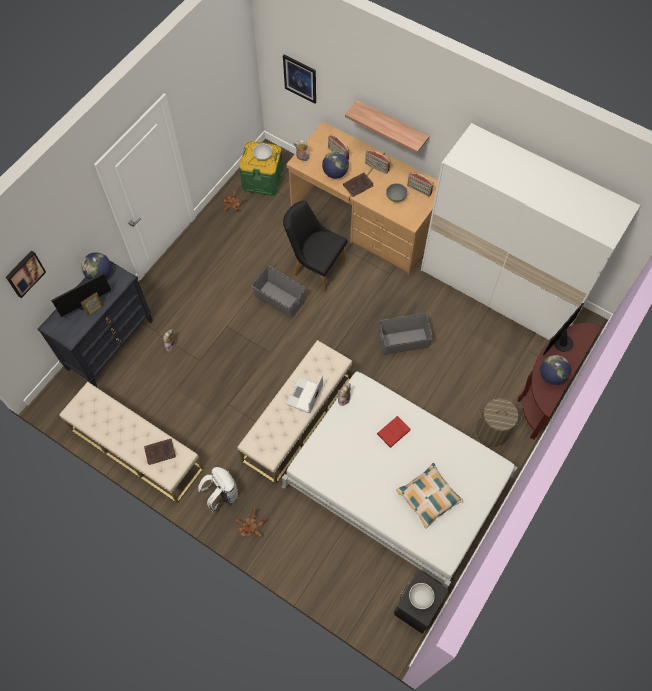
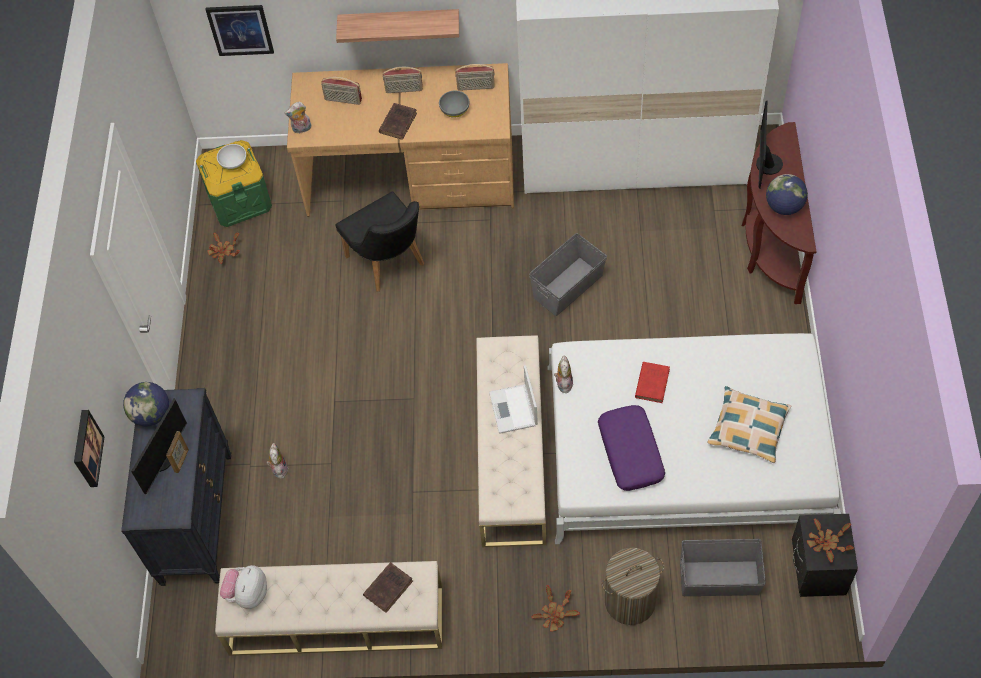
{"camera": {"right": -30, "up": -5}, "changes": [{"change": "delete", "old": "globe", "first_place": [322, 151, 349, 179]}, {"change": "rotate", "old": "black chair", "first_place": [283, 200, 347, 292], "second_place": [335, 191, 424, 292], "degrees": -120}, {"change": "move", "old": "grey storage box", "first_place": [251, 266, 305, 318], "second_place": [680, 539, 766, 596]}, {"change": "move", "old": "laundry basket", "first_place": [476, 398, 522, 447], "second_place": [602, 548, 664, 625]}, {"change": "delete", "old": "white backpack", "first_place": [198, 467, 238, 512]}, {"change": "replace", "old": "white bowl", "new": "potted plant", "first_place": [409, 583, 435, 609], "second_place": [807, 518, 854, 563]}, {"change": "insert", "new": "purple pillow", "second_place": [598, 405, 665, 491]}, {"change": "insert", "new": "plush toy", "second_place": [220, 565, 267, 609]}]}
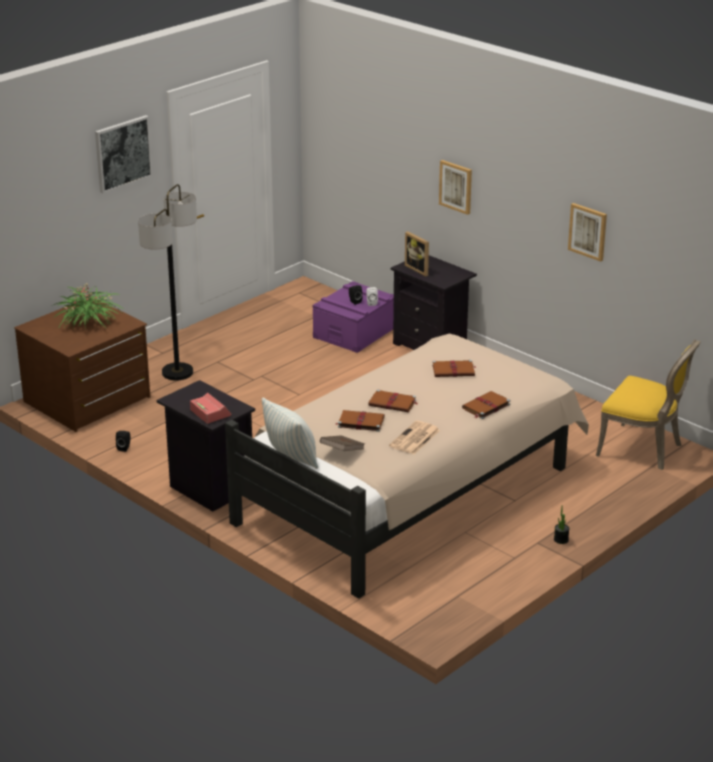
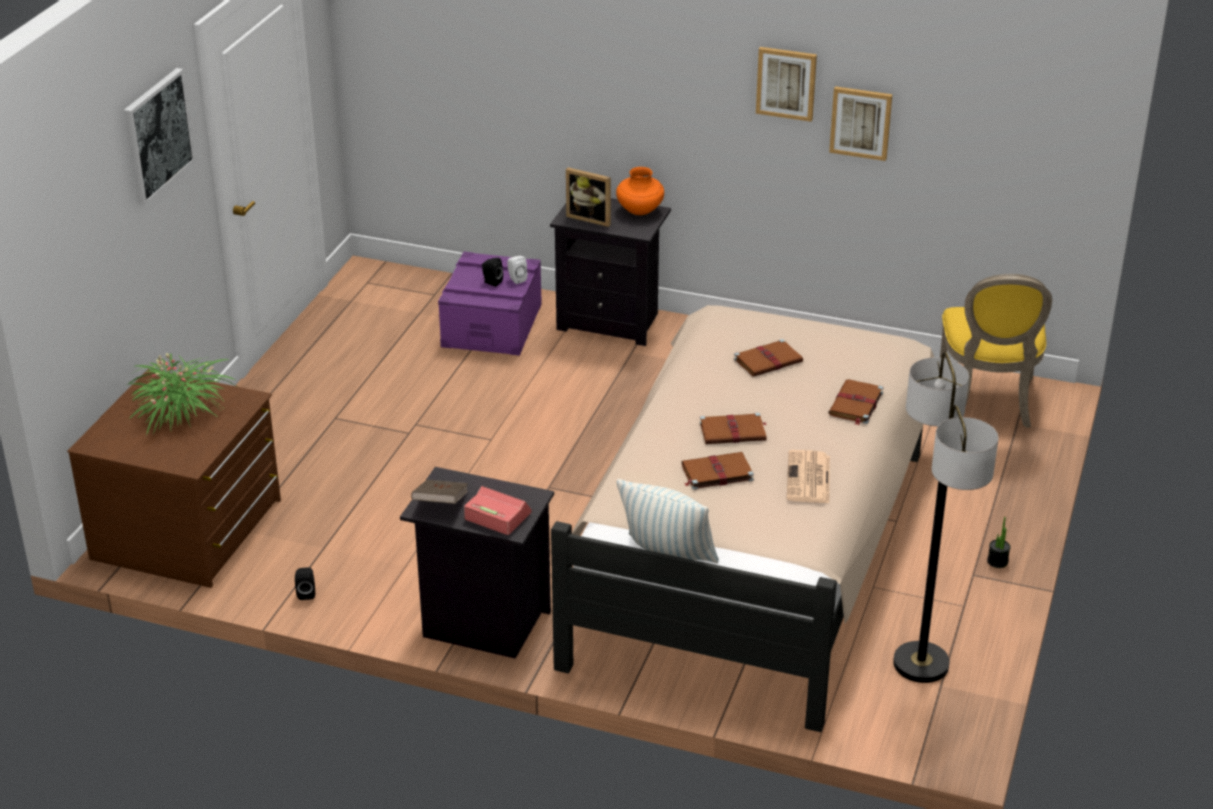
{"camera": {"right": -25, "up": 5}, "changes": [{"change": "move", "old": "picture", "first_place": [439, 160, 472, 215], "second_place": [756, 47, 817, 122]}, {"change": "move", "old": "floor lamp", "first_place": [138, 184, 197, 381], "second_place": [893, 352, 999, 683]}, {"change": "rotate", "old": "yellow chair", "first_place": [596, 339, 701, 470], "second_place": [940, 274, 1052, 428], "degrees": 90}, {"change": "move", "old": "brown book", "first_place": [320, 435, 365, 451], "second_place": [411, 480, 468, 504]}, {"change": "insert", "new": "orange vase", "second_place": [616, 167, 664, 215]}]}
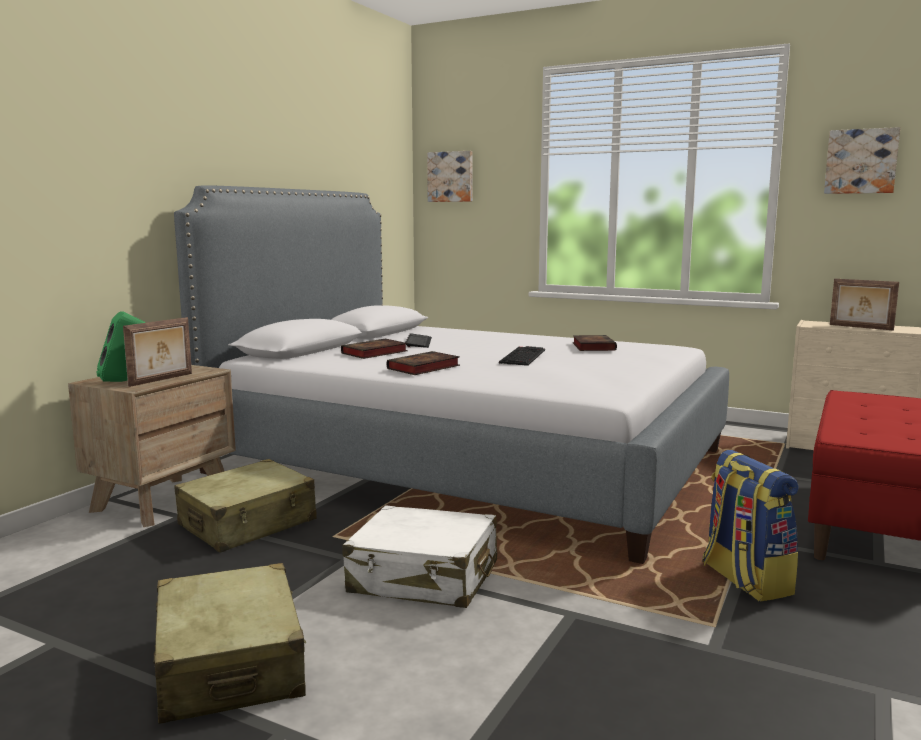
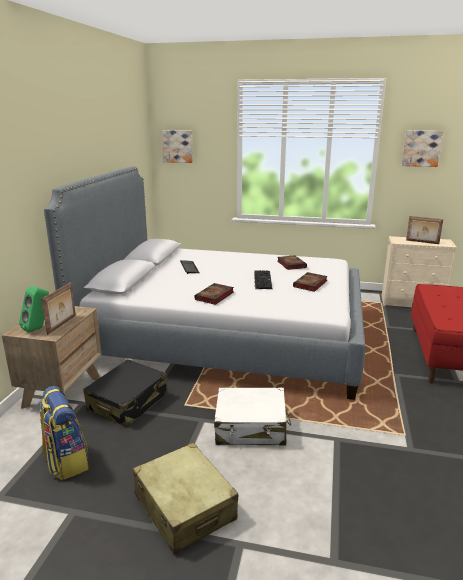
{"camera": {"right": -15, "up": 10}, "changes": [{"change": "move", "old": "book", "first_place": [341, 338, 408, 359], "second_place": [293, 272, 328, 292]}, {"change": "move", "old": "backpack", "first_place": [702, 450, 799, 601], "second_place": [40, 386, 89, 480]}, {"change": "recolor", "old": "beige suitcase", "new": "black suitcase", "first_place": [174, 459, 317, 553], "second_place": [83, 359, 168, 428]}]}
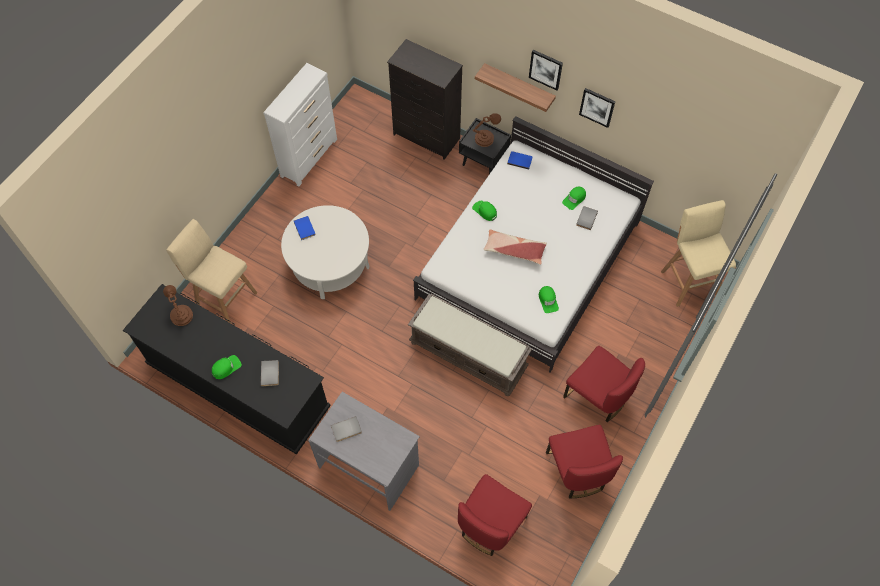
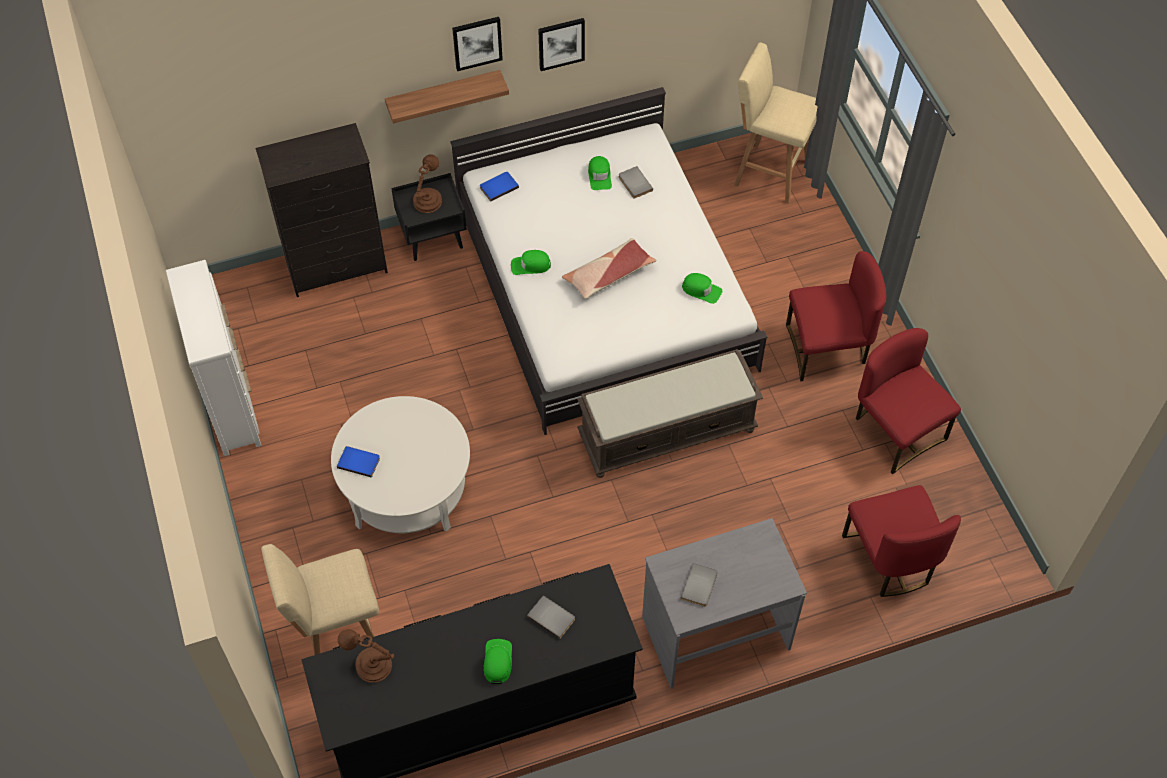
{"camera": {"right": -50, "up": -5}, "changes": [{"change": "rotate", "old": "red chair", "first_place": [546, 425, 623, 498], "second_place": [856, 328, 961, 474], "degrees": -150}]}
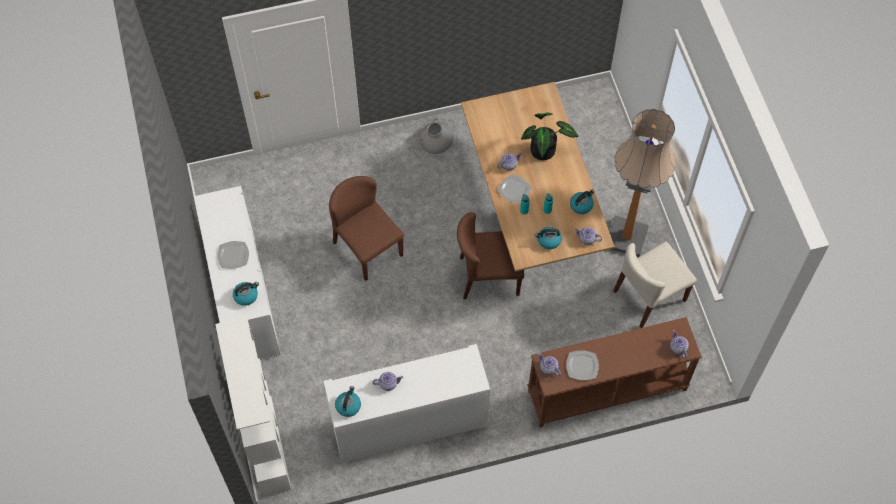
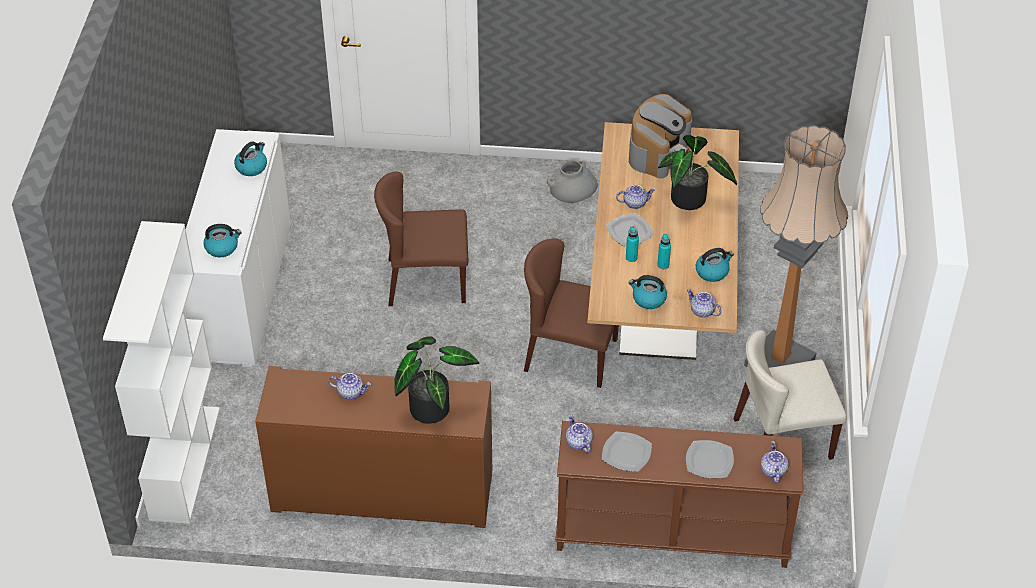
{"camera": {"right": 20, "up": -15}, "changes": [{"change": "rotate", "old": "brown chair", "first_place": [329, 176, 404, 281], "second_place": [374, 172, 468, 306], "degrees": -75}, {"change": "move", "old": "plate", "first_place": [217, 241, 249, 269], "second_place": [686, 440, 734, 478]}, {"change": "recolor", "old": "white cabinet", "new": "brown cabinet", "first_place": [324, 344, 490, 463], "second_place": [255, 366, 492, 528]}, {"change": "move", "old": "kettle", "first_place": [335, 386, 361, 417], "second_place": [234, 142, 267, 176]}, {"change": "insert", "new": "coffee machine", "second_place": [629, 94, 692, 179]}, {"change": "insert", "new": "potted plant", "second_place": [394, 337, 479, 424]}]}
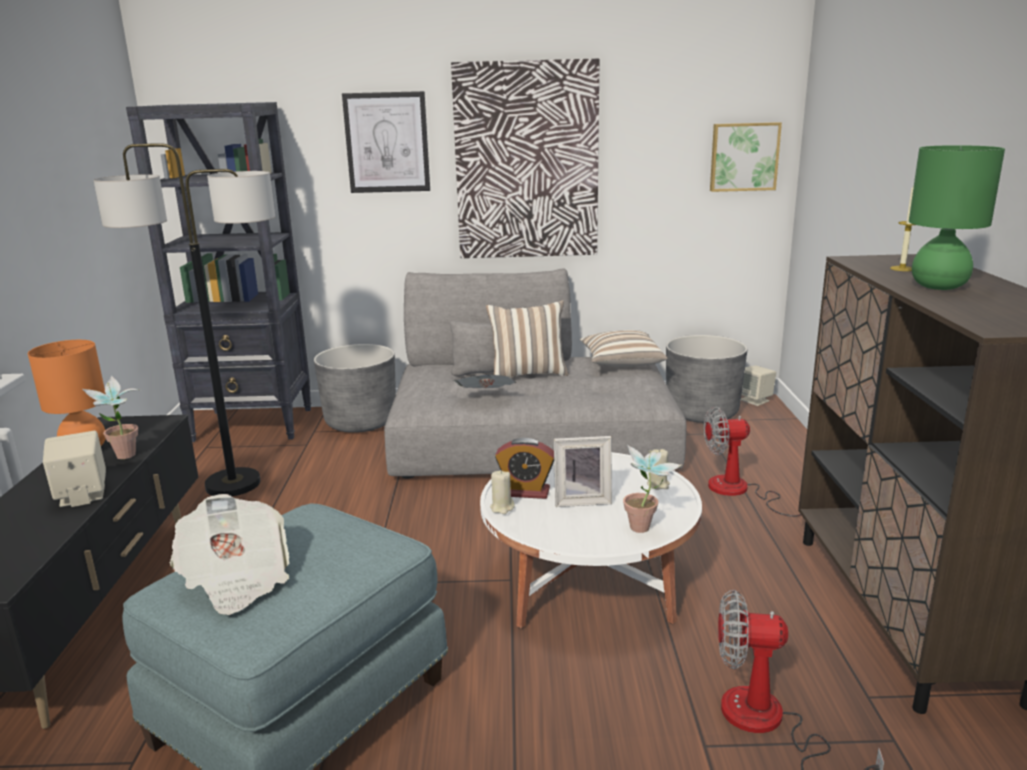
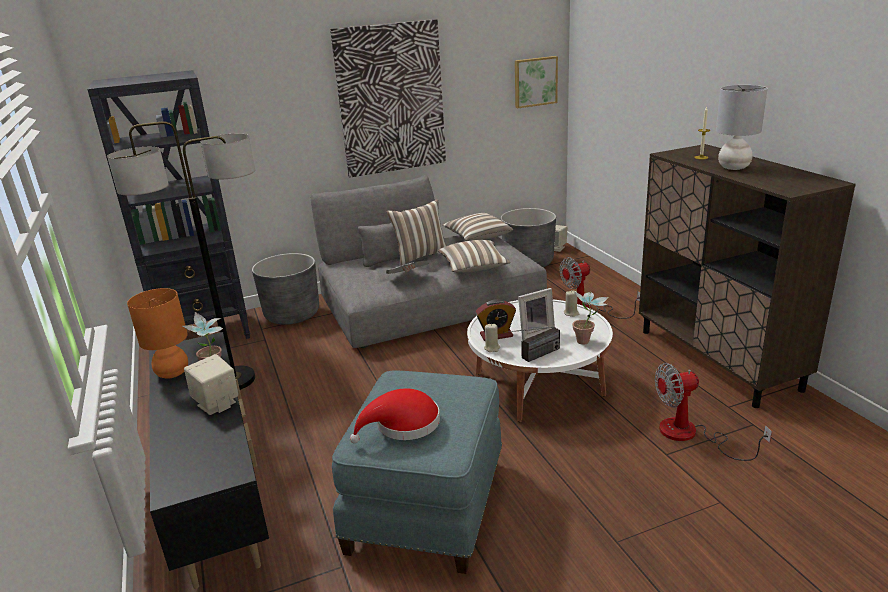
{"camera": {"right": -20, "up": 5}, "changes": [{"change": "delete", "old": "picture", "first_place": [342, 91, 430, 193]}, {"change": "recolor", "old": "green table lamp", "new": "grey table lamp", "first_place": [909, 145, 1005, 290], "second_place": [716, 85, 768, 170]}, {"change": "replace", "old": "newspaper", "new": "red hat", "first_place": [170, 494, 289, 615], "second_place": [350, 388, 440, 443]}, {"change": "insert", "new": "pillow", "second_place": [438, 240, 511, 272]}, {"change": "insert", "new": "radio", "second_place": [503, 326, 560, 362]}]}
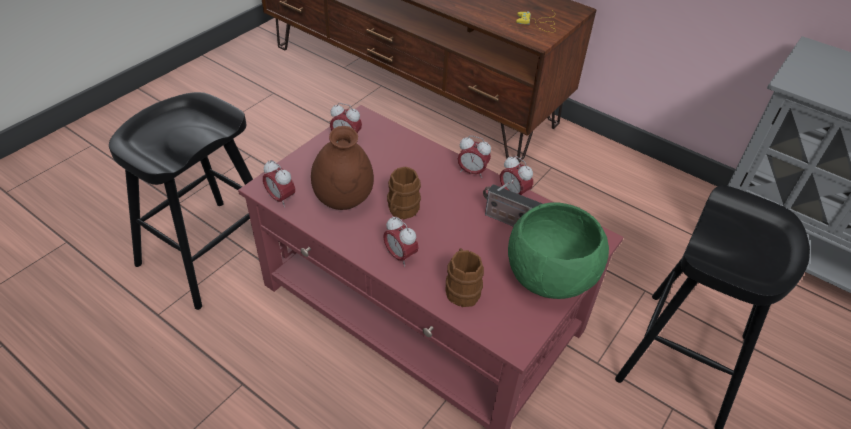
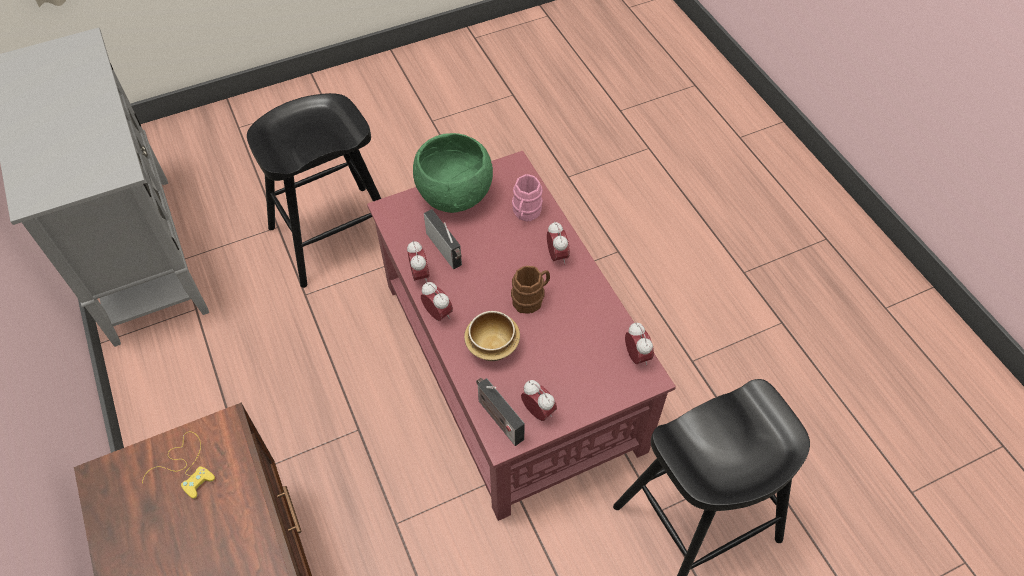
{"camera": {"right": -150, "up": 10}, "changes": [{"change": "delete", "old": "brown vase", "first_place": [311, 126, 374, 210]}, {"change": "recolor", "old": "brown mug", "new": "pink mug", "first_place": [445, 248, 484, 307], "second_place": [512, 174, 543, 222]}, {"change": "insert", "new": "bowl", "second_place": [464, 311, 520, 361]}, {"change": "insert", "new": "radio", "second_place": [476, 378, 525, 446]}]}
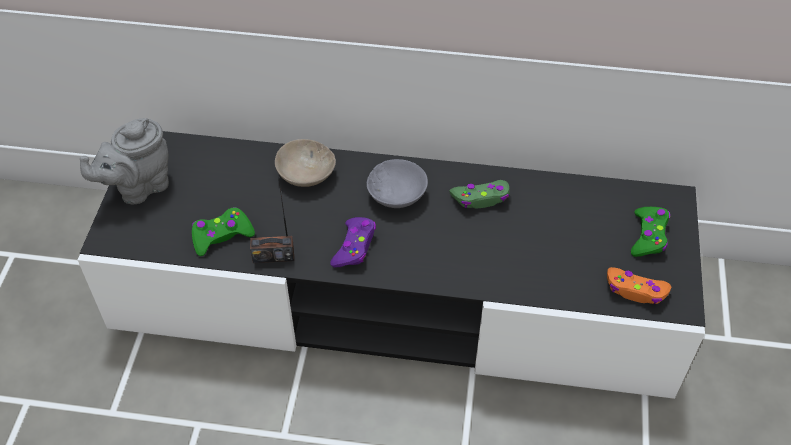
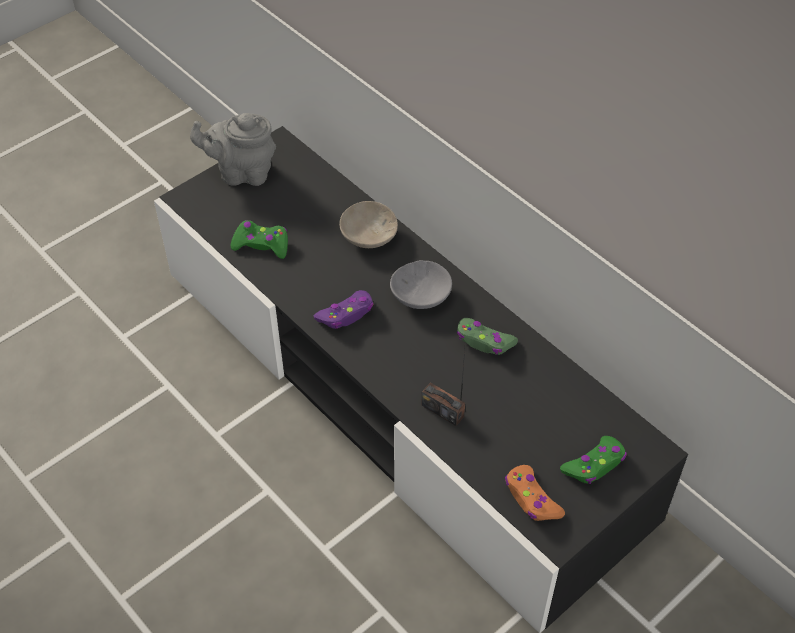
{"camera": {"right": 40, "up": 0}, "changes": [{"change": "move", "old": "radio", "first_place": [250, 177, 294, 263], "second_place": [421, 349, 465, 426]}]}
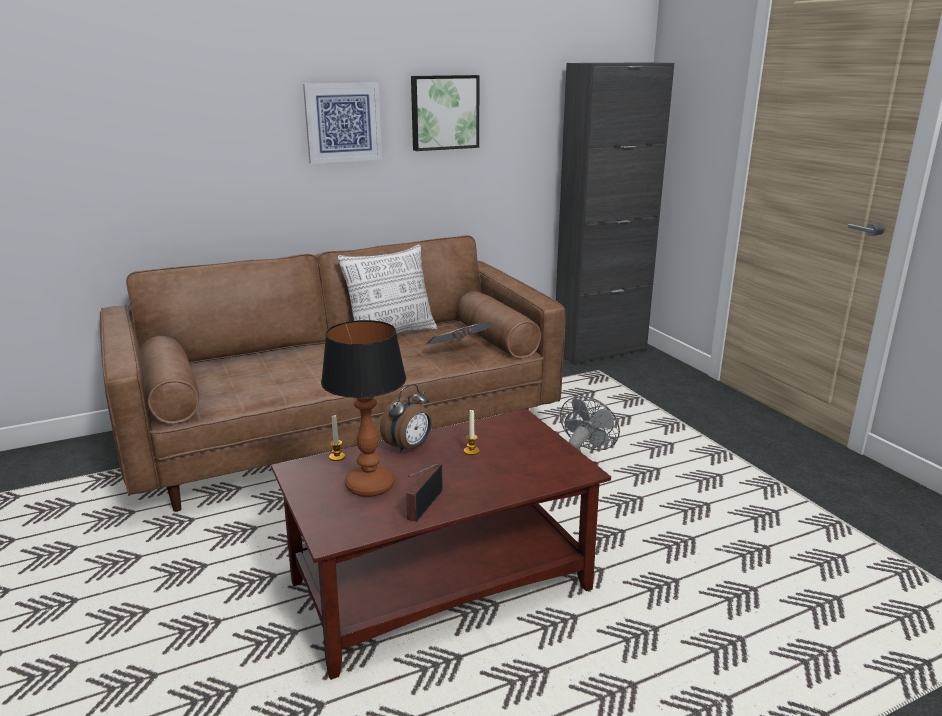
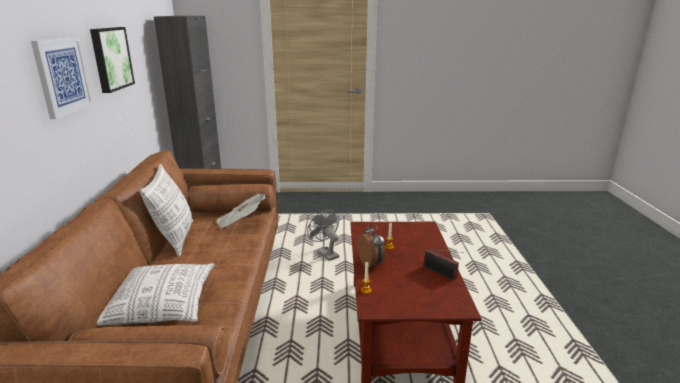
{"camera": {"right": -65, "up": 0}, "changes": [{"change": "delete", "old": "table lamp", "first_place": [321, 320, 406, 497]}, {"change": "insert", "new": "pillow", "second_place": [97, 263, 215, 326]}]}
